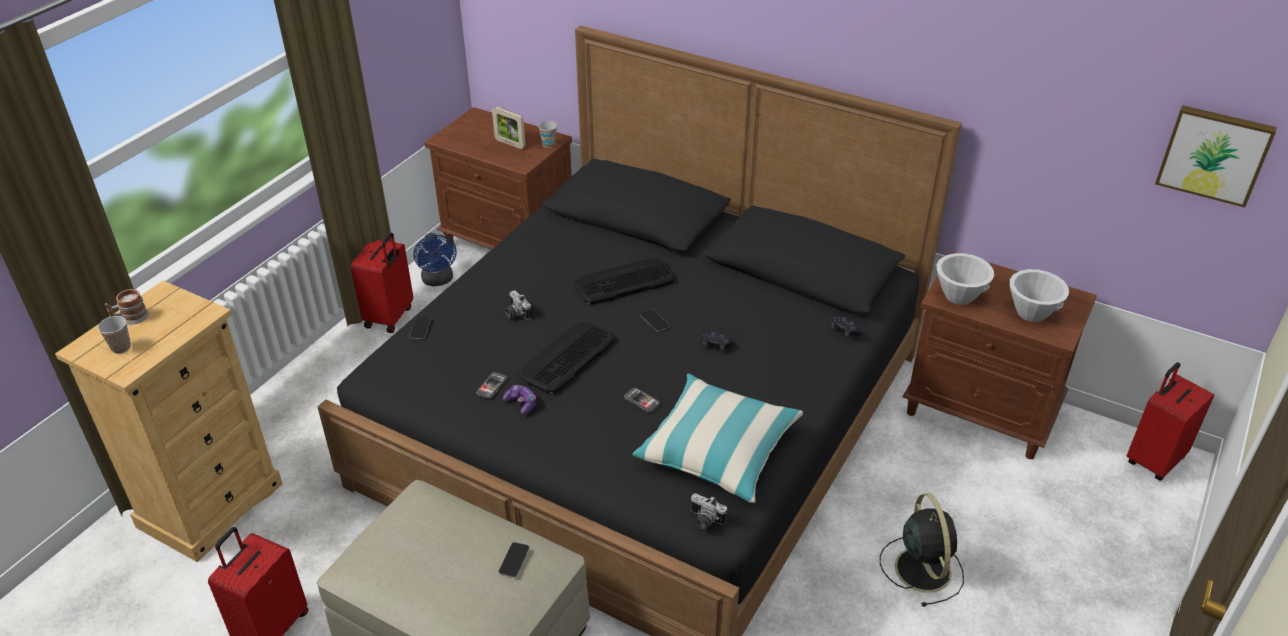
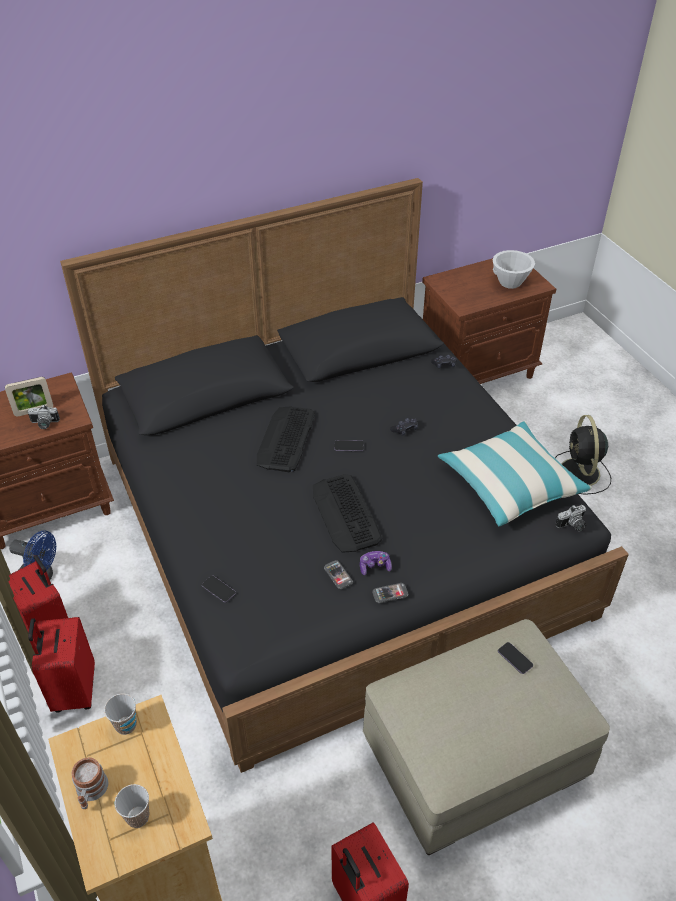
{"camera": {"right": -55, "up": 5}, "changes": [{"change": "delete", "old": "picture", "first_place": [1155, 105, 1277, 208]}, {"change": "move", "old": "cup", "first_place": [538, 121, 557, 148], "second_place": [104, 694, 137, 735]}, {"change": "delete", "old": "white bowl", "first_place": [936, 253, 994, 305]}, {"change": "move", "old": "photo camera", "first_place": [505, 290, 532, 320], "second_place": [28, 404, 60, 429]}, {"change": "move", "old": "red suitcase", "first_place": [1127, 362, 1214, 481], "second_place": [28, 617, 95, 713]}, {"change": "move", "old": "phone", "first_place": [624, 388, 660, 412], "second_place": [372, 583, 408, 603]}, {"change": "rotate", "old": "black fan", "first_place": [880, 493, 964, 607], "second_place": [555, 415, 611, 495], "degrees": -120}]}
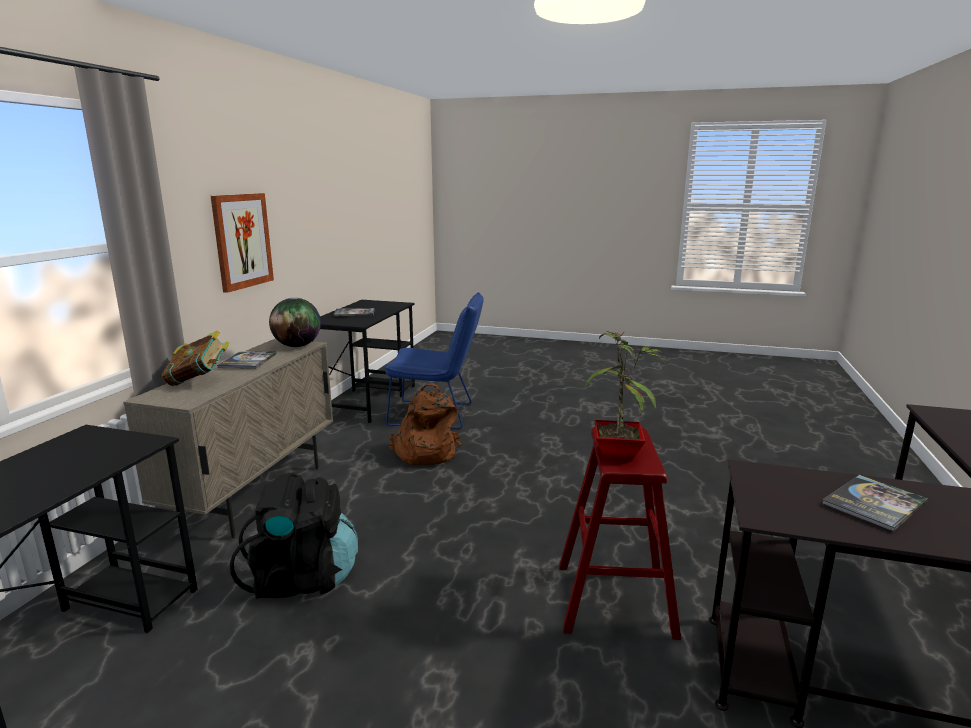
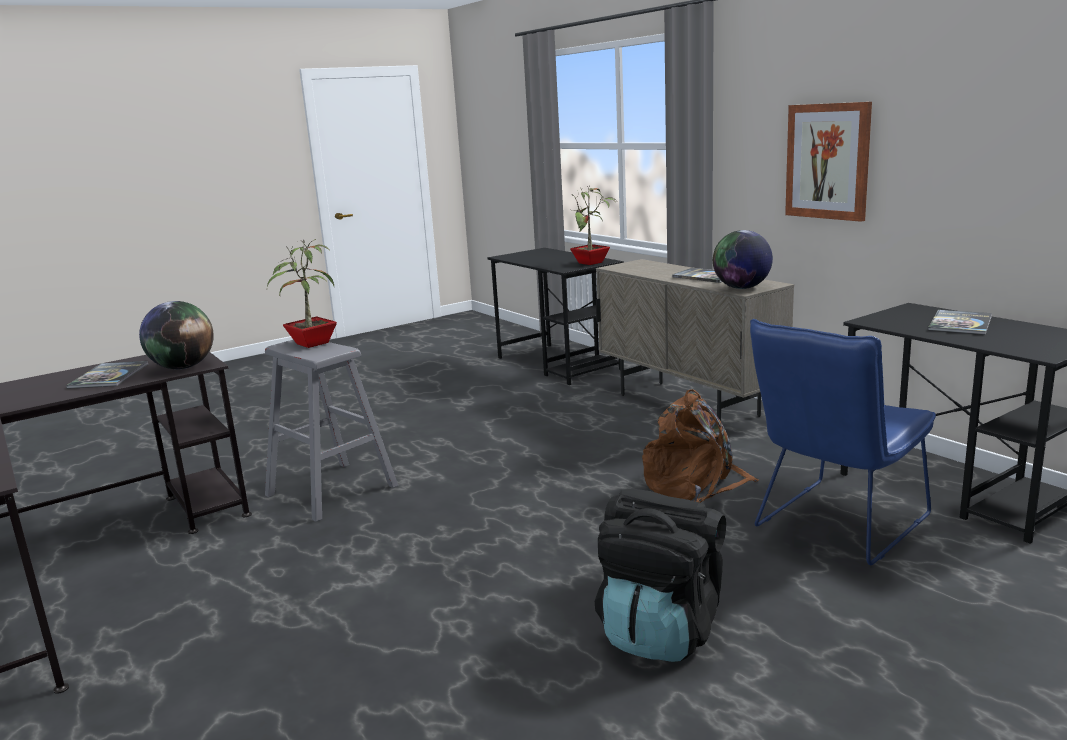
{"camera": {"right": 130, "up": 0}, "changes": [{"change": "delete", "old": "book", "first_place": [162, 330, 230, 386]}, {"change": "recolor", "old": "red stool", "new": "grey stool", "first_place": [559, 427, 681, 640], "second_place": [265, 340, 398, 522]}, {"change": "move", "old": "black backpack", "first_place": [230, 473, 358, 599], "second_place": [595, 488, 726, 662]}, {"change": "insert", "new": "potted plant", "second_place": [570, 186, 617, 265]}, {"change": "insert", "new": "globe", "second_place": [139, 301, 214, 369]}]}
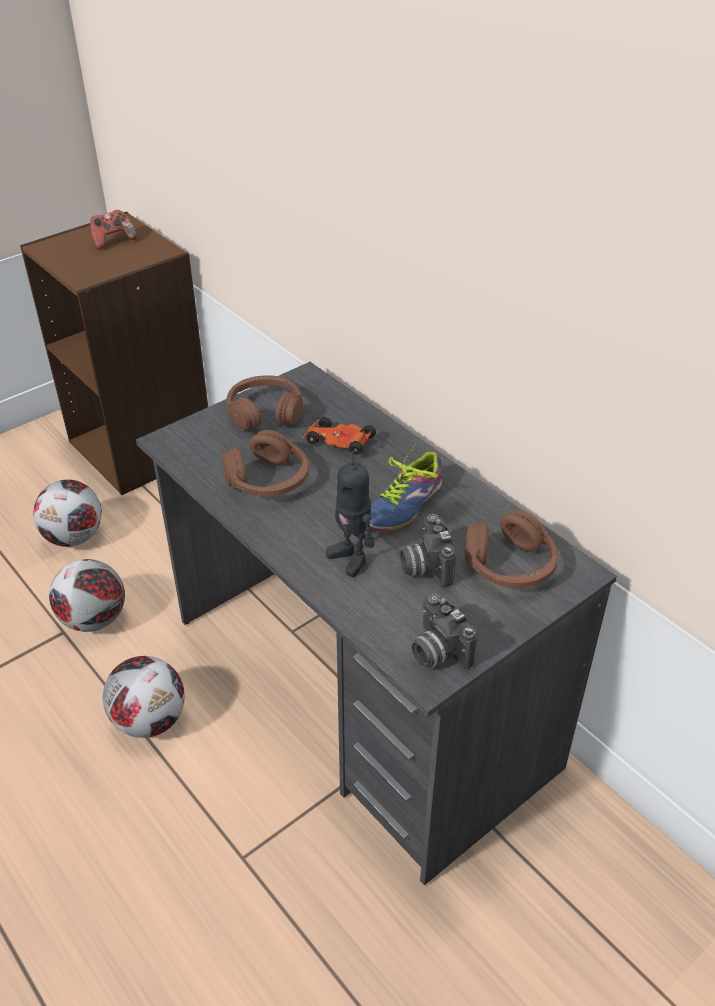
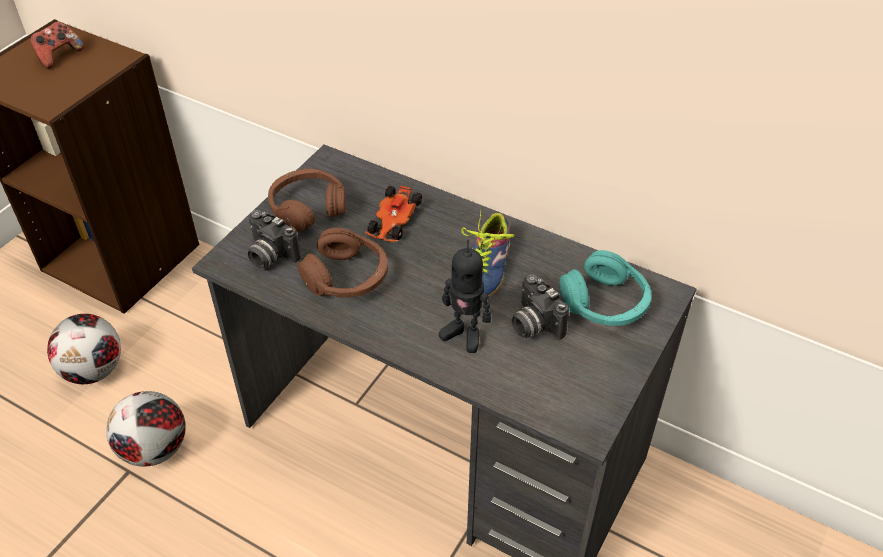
{"camera": {"right": -20, "up": 5}, "changes": [{"change": "rotate", "old": "toy car", "first_place": [303, 417, 376, 455], "second_place": [365, 186, 422, 242], "degrees": -75}, {"change": "recolor", "old": "brown headphones", "new": "turquoise headphones", "first_place": [465, 510, 558, 588], "second_place": [559, 250, 651, 326]}, {"change": "move", "old": "photo camera", "first_place": [412, 593, 477, 669], "second_place": [248, 210, 301, 269]}, {"change": "delete", "old": "football", "first_place": [103, 656, 185, 738]}]}
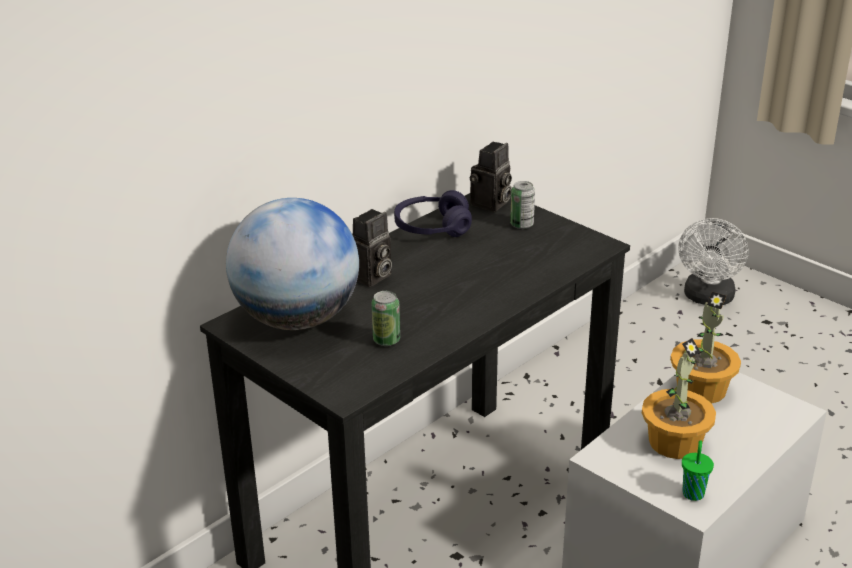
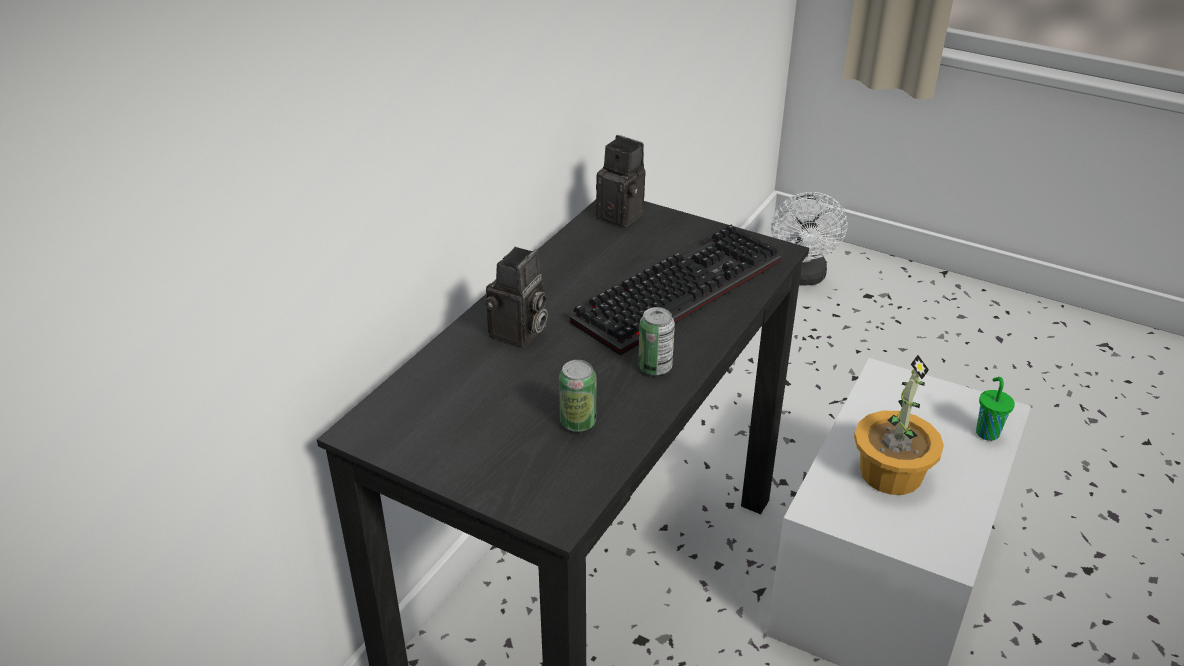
{"camera": {"right": -15, "up": 5}, "changes": [{"change": "rotate", "old": "photo camera", "first_place": [470, 142, 512, 212], "second_place": [596, 135, 645, 228], "degrees": -75}, {"change": "move", "old": "can", "first_place": [510, 181, 535, 229], "second_place": [638, 307, 675, 376]}, {"change": "delete", "old": "purple headphones", "first_place": [394, 190, 472, 237]}, {"change": "delete", "old": "globe", "first_place": [226, 198, 359, 330]}, {"change": "delete", "old": "potted plant", "first_place": [670, 292, 741, 403]}, {"change": "move", "old": "green cup", "first_place": [682, 440, 714, 501], "second_place": [976, 377, 1015, 441]}, {"change": "insert", "new": "keyboard", "second_place": [570, 225, 781, 356]}]}
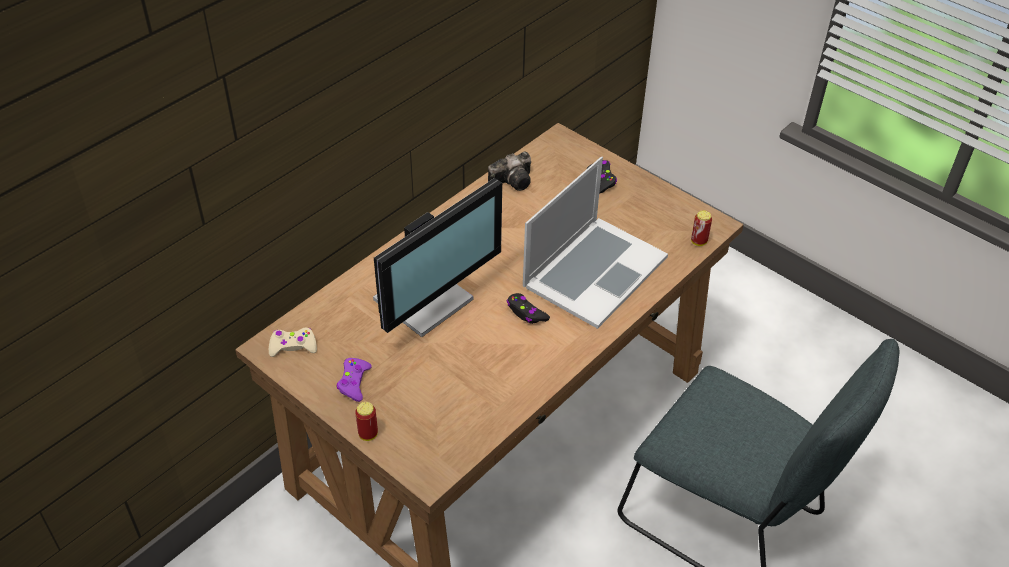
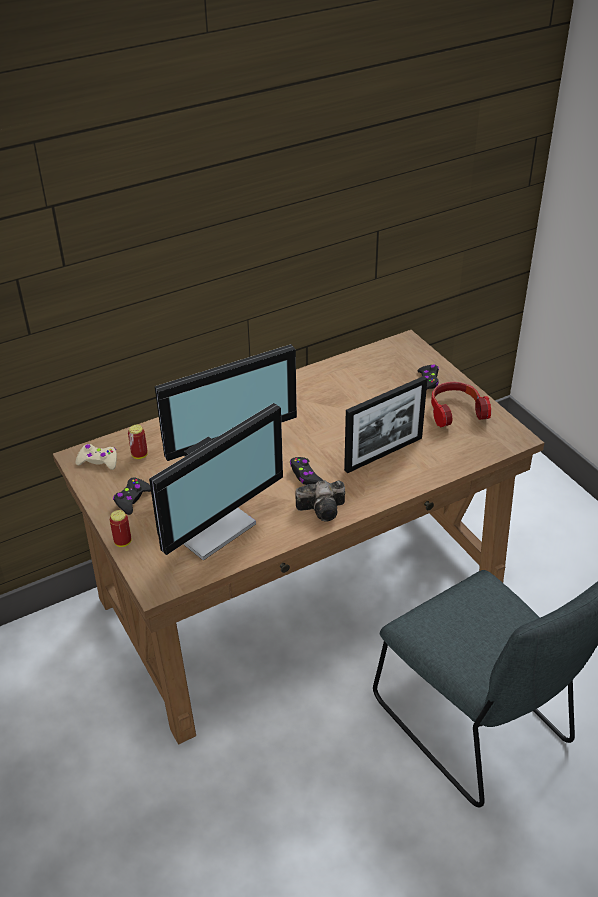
{"camera": {"right": 20, "up": -5}, "changes": [{"change": "move", "old": "photo camera", "first_place": [488, 151, 531, 191], "second_place": [295, 480, 345, 521]}, {"change": "replace", "old": "laptop", "new": "picture frame", "first_place": [523, 157, 668, 329], "second_place": [344, 376, 427, 473]}, {"change": "move", "old": "can", "first_place": [691, 210, 712, 246], "second_place": [128, 425, 148, 459]}, {"change": "recolor", "old": "purple game controller", "new": "black game controller", "first_place": [337, 358, 372, 402], "second_place": [113, 477, 151, 515]}, {"change": "insert", "new": "headphones", "second_place": [431, 382, 491, 427]}, {"change": "insert", "new": "monitor", "second_place": [149, 403, 283, 560]}]}
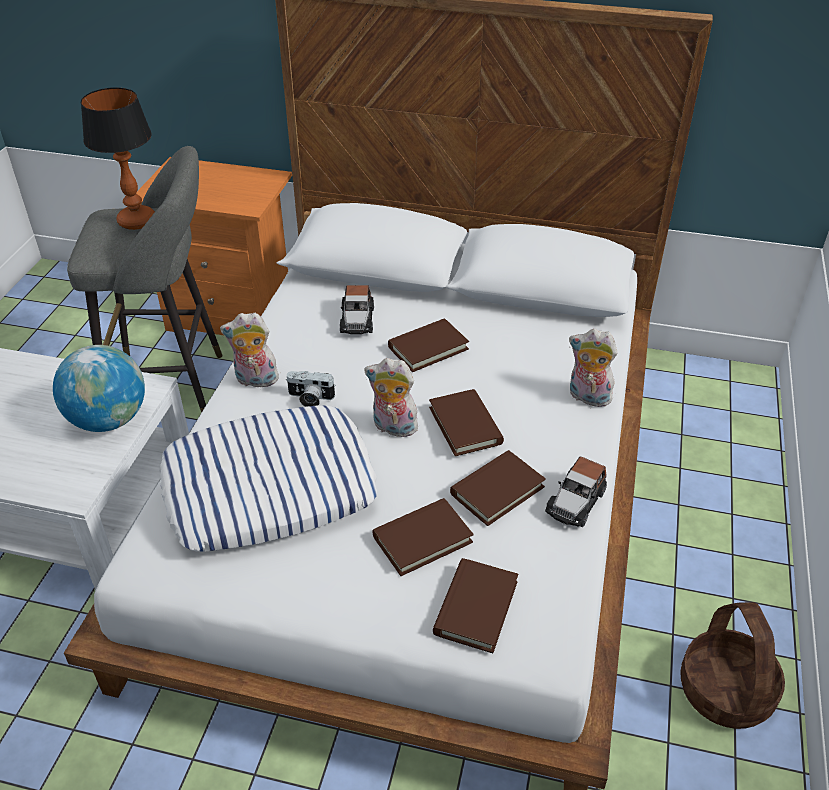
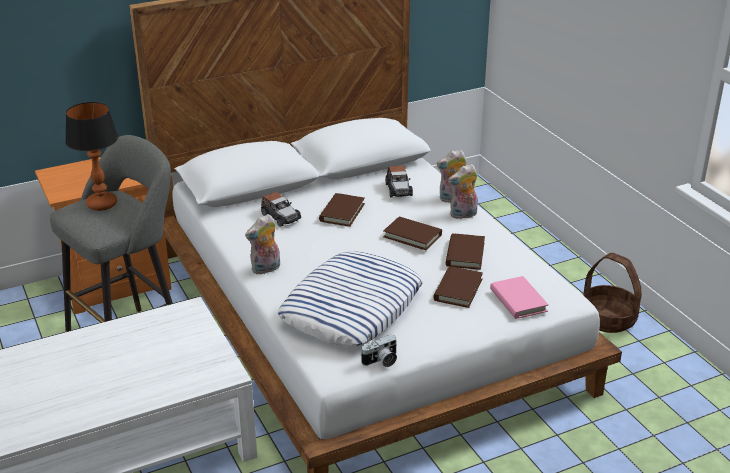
{"camera": {"right": -40, "up": -10}, "changes": [{"change": "delete", "old": "globe", "first_place": [53, 345, 145, 432]}, {"change": "move", "old": "plush toy", "first_place": [364, 358, 418, 437], "second_place": [448, 164, 478, 219]}, {"change": "move", "old": "photo camera", "first_place": [286, 371, 336, 407], "second_place": [361, 335, 397, 367]}, {"change": "move", "old": "toy car", "first_place": [545, 457, 607, 527], "second_place": [385, 166, 413, 197]}, {"change": "recolor", "old": "brown book", "new": "pink book", "first_place": [433, 558, 518, 653], "second_place": [490, 276, 549, 319]}]}
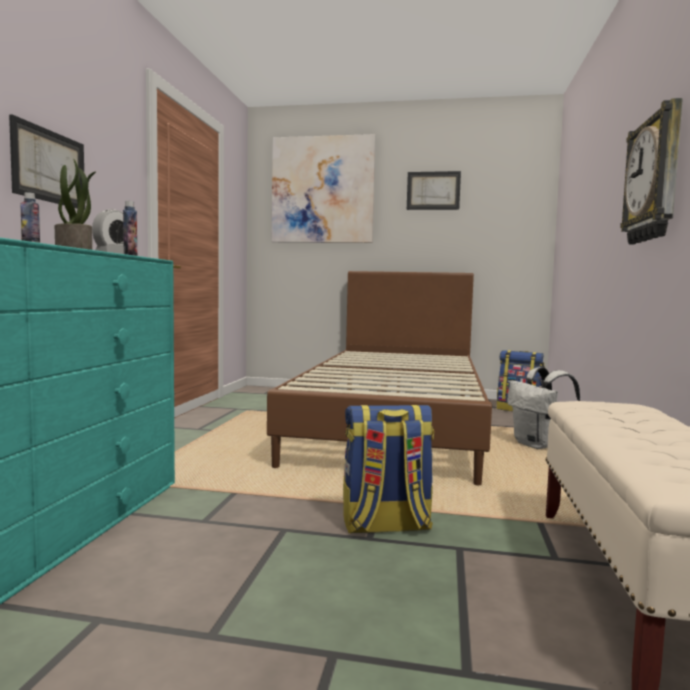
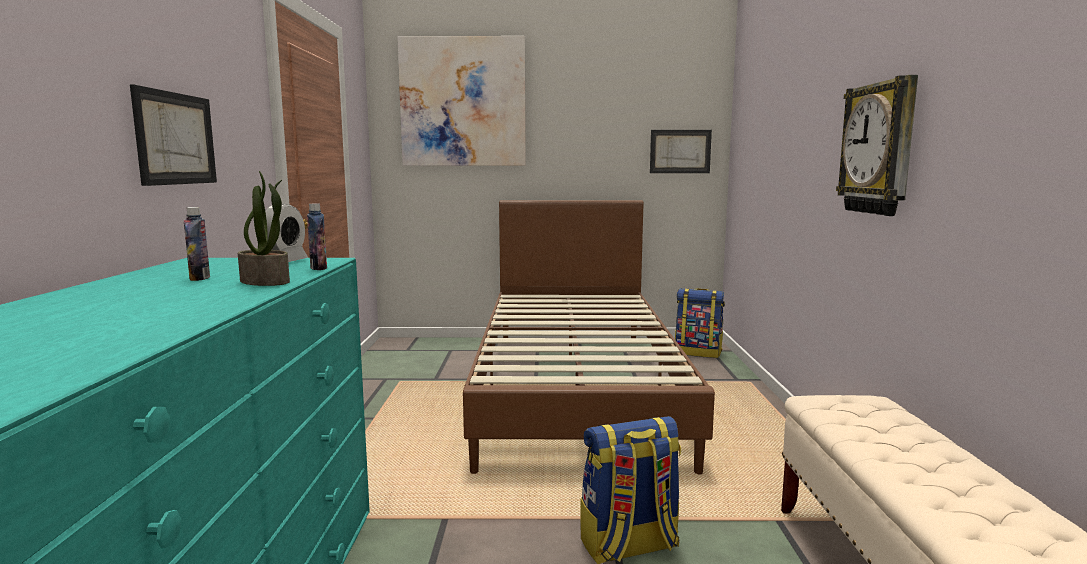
{"camera": {"right": -10, "up": 5}, "changes": [{"change": "move", "old": "picture", "first_place": [407, 171, 461, 210], "second_place": [650, 130, 712, 173]}, {"change": "delete", "old": "white backpack", "first_place": [507, 367, 580, 449]}]}
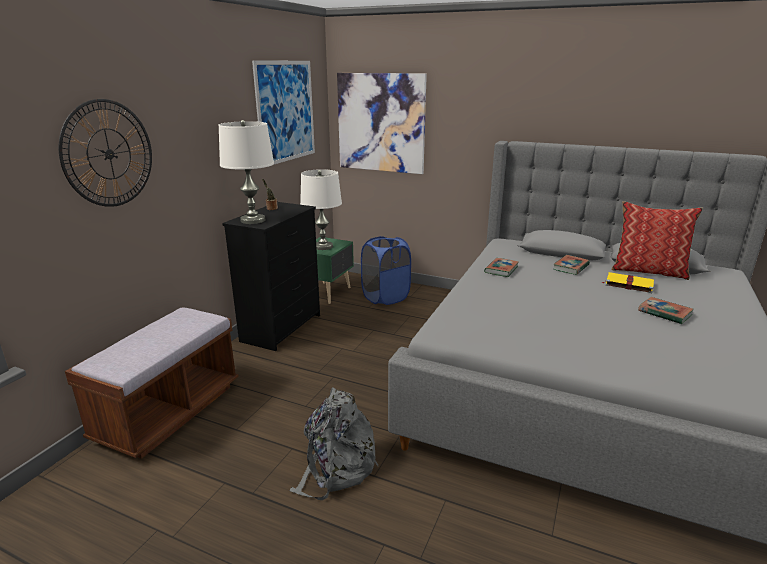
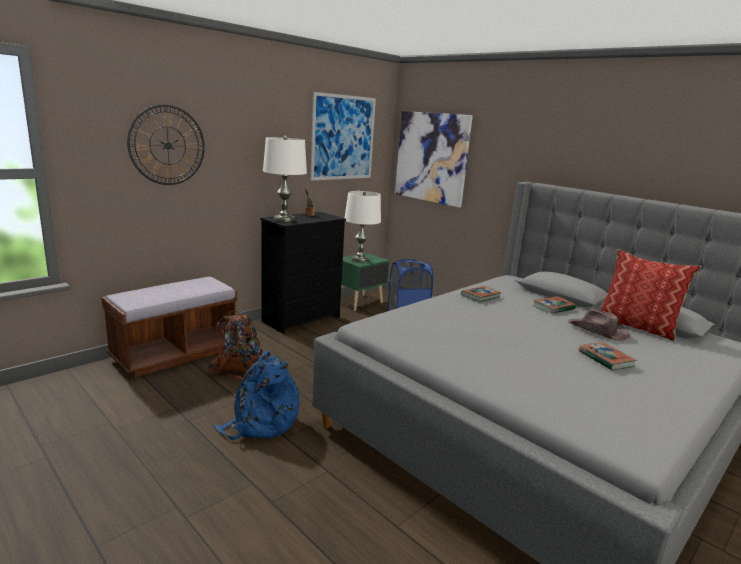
{"camera": {"right": 20, "up": -5}, "changes": [{"change": "replace", "old": "yellow book", "new": "brown hat", "first_place": [603, 272, 654, 293], "second_place": [568, 309, 630, 341]}, {"change": "recolor", "old": "grey backpack", "new": "blue backpack", "first_place": [289, 387, 378, 500], "second_place": [214, 350, 300, 440]}, {"change": "insert", "new": "brown backpack", "second_place": [207, 310, 266, 380]}]}
